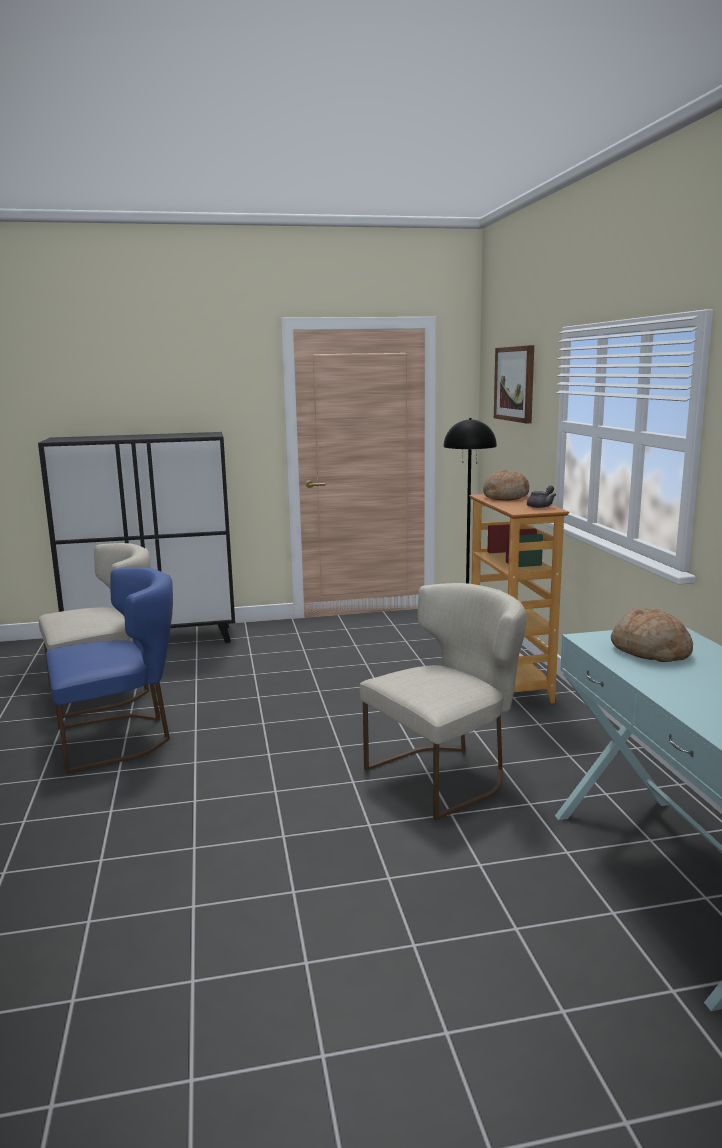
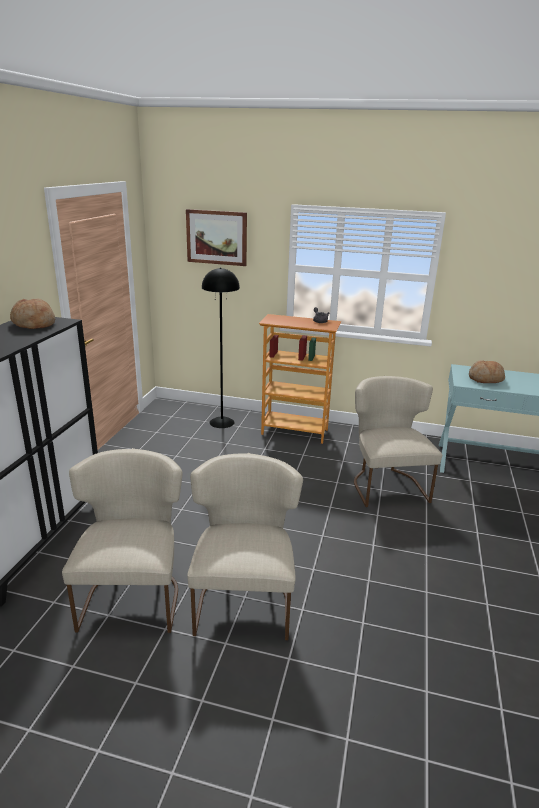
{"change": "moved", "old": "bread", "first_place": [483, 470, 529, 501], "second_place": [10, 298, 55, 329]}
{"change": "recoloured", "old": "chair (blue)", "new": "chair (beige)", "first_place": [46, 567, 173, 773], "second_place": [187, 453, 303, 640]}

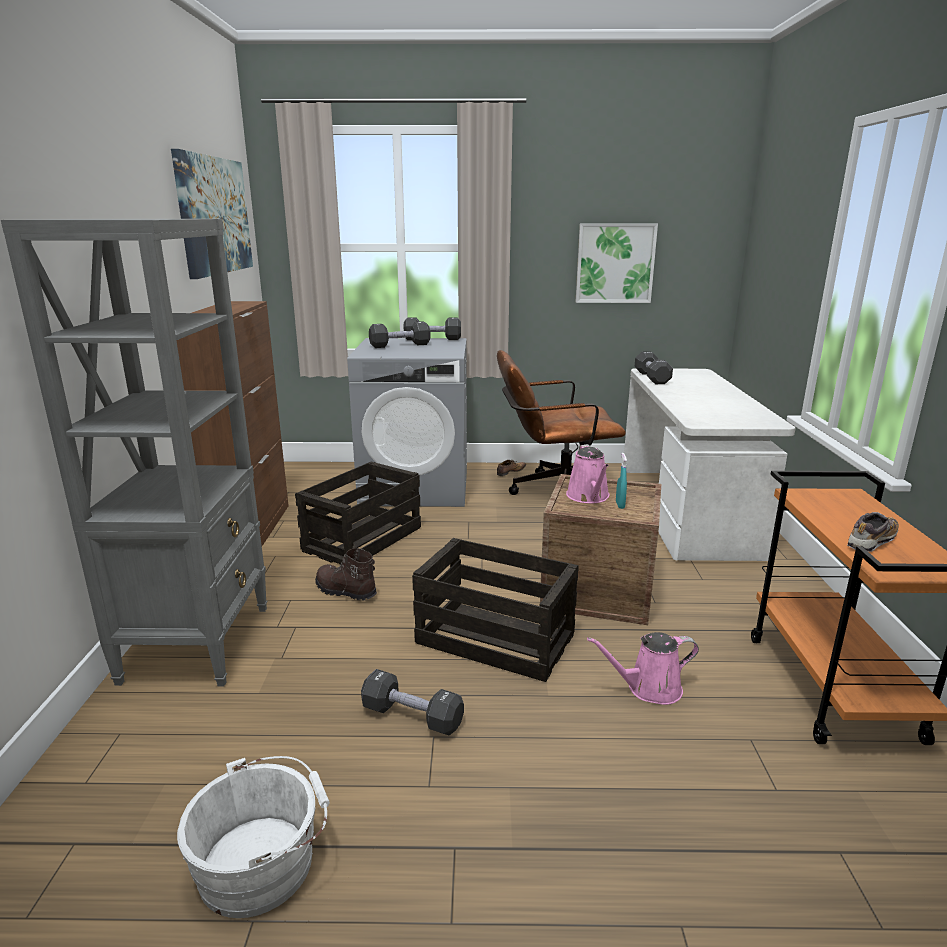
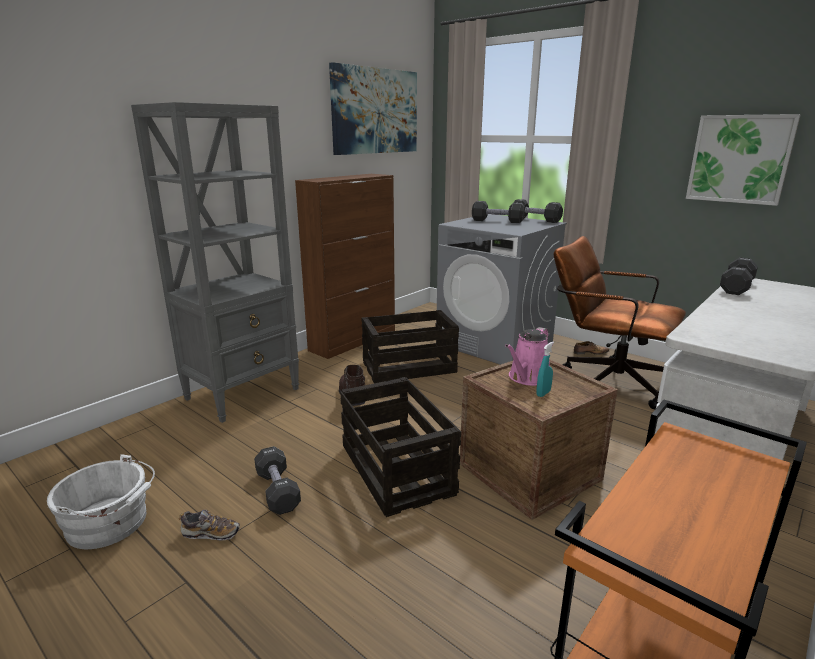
{"change": "moved", "old": "shoe", "first_place": [847, 512, 899, 552], "second_place": [179, 509, 240, 540]}
{"change": "removed", "old": "watering can (pink)", "first_place": [587, 632, 699, 705]}

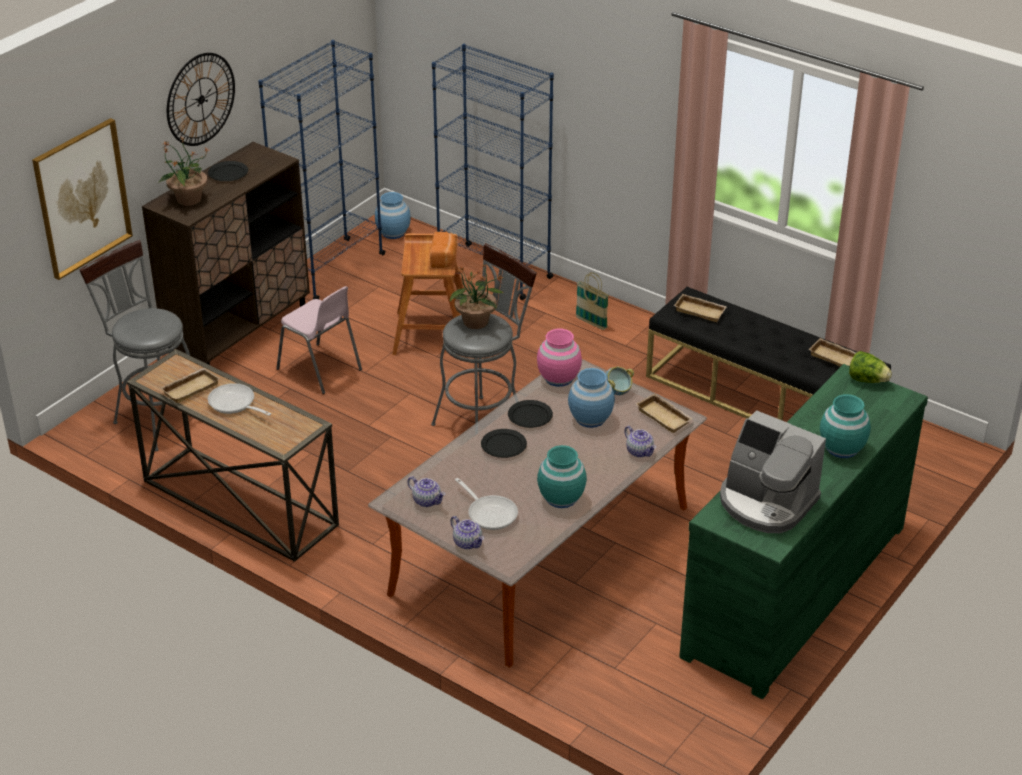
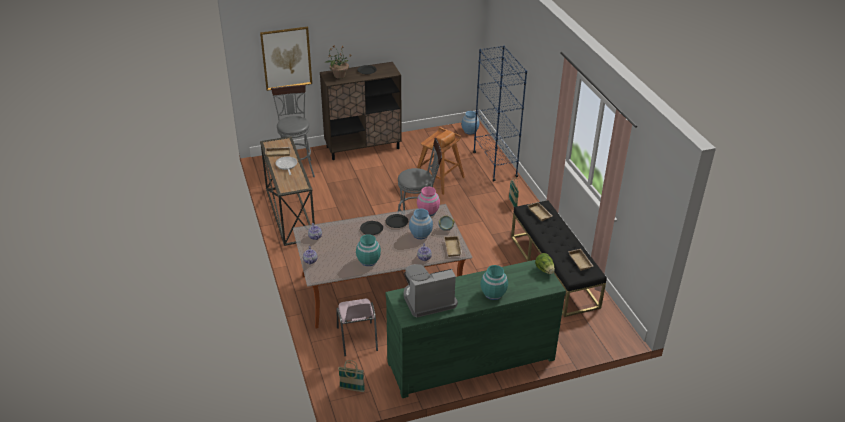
{"change": "removed", "old": "bookcase (blue)", "first_place": [258, 40, 386, 299]}
{"change": "removed", "old": "wall clock", "first_place": [167, 53, 235, 146]}
{"change": "removed", "old": "potted plant", "first_place": [450, 265, 503, 329]}
{"change": "moved", "old": "chair (pink)", "first_place": [276, 286, 362, 394], "second_place": [336, 299, 378, 356]}
{"change": "turned", "old": "coffee machine", "first_place": [720, 410, 826, 533], "second_place": [403, 264, 458, 317], "degrees": 90}
{"change": "removed", "old": "frying pan", "first_place": [455, 478, 518, 530]}
{"change": "added", "new": "basket", "second_place": [338, 360, 365, 392]}

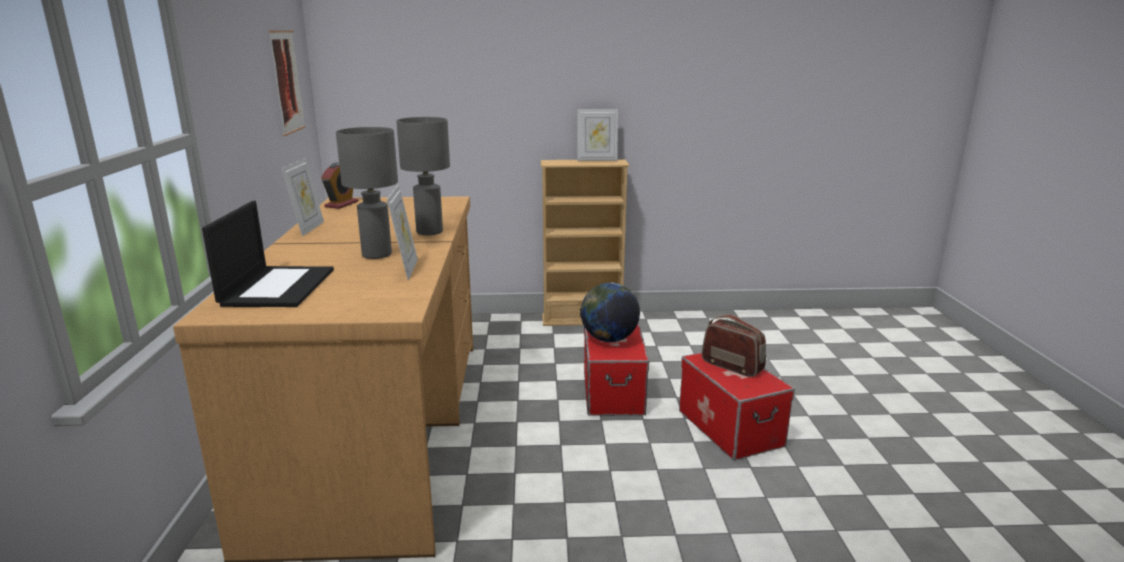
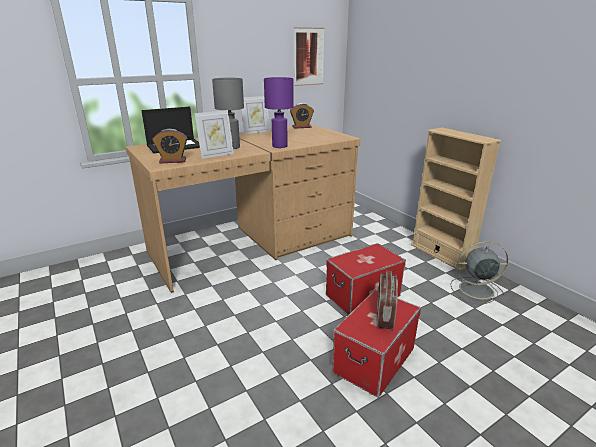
{"change": "removed", "old": "picture frame", "first_place": [577, 109, 618, 161]}
{"change": "recoloured", "old": "table lamp (grey)", "new": "table lamp (purple)", "first_place": [396, 117, 450, 235], "second_place": [264, 77, 294, 148]}
{"change": "removed", "old": "globe", "first_place": [581, 282, 640, 342]}
{"change": "added", "new": "alarm clock", "second_place": [152, 129, 187, 164]}
{"change": "added", "new": "fan (grey)", "second_place": [450, 241, 509, 304]}

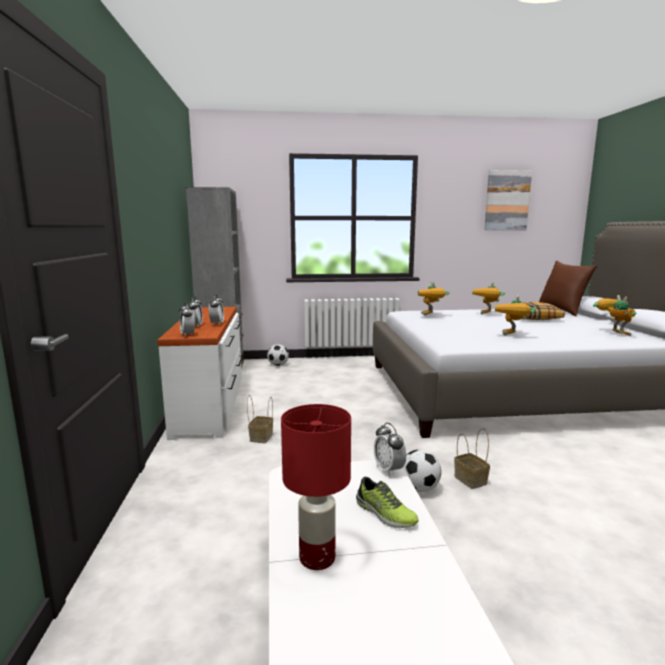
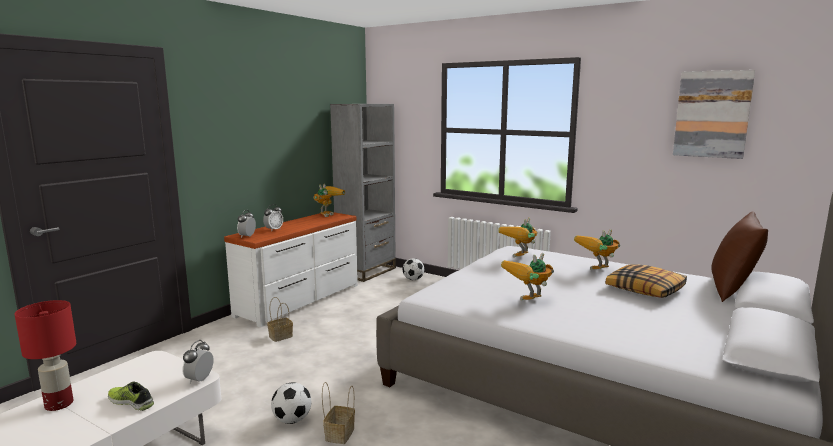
{"change": "removed", "old": "alarm clock", "first_place": [209, 294, 224, 325]}
{"change": "moved", "old": "toy robot", "first_place": [593, 295, 636, 336], "second_place": [313, 184, 345, 217]}
{"change": "turned", "old": "shoe", "first_place": [356, 477, 419, 528], "second_place": [108, 382, 154, 411], "degrees": 120}

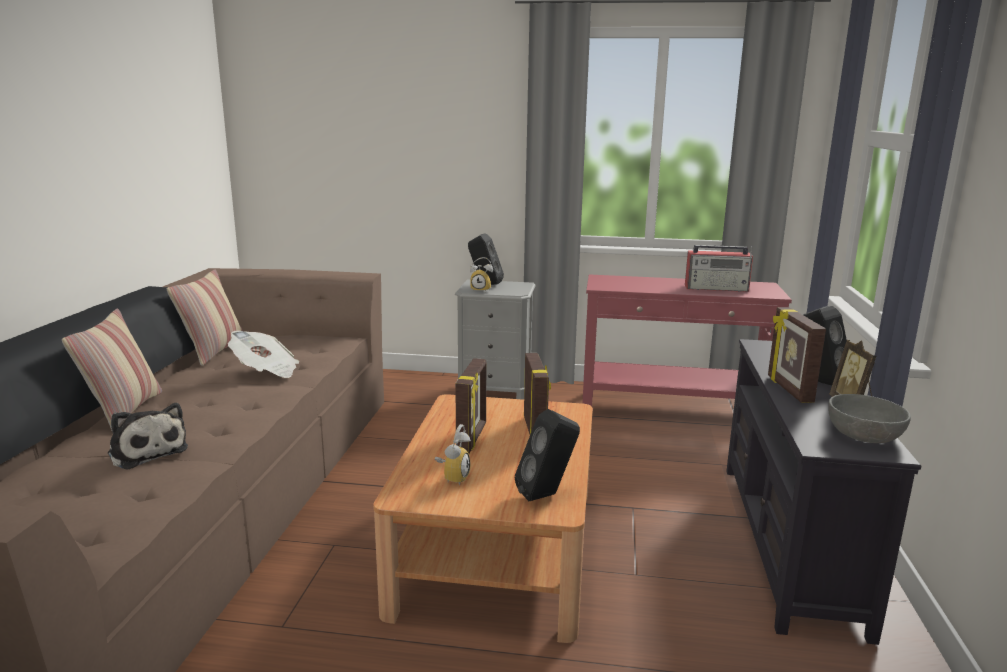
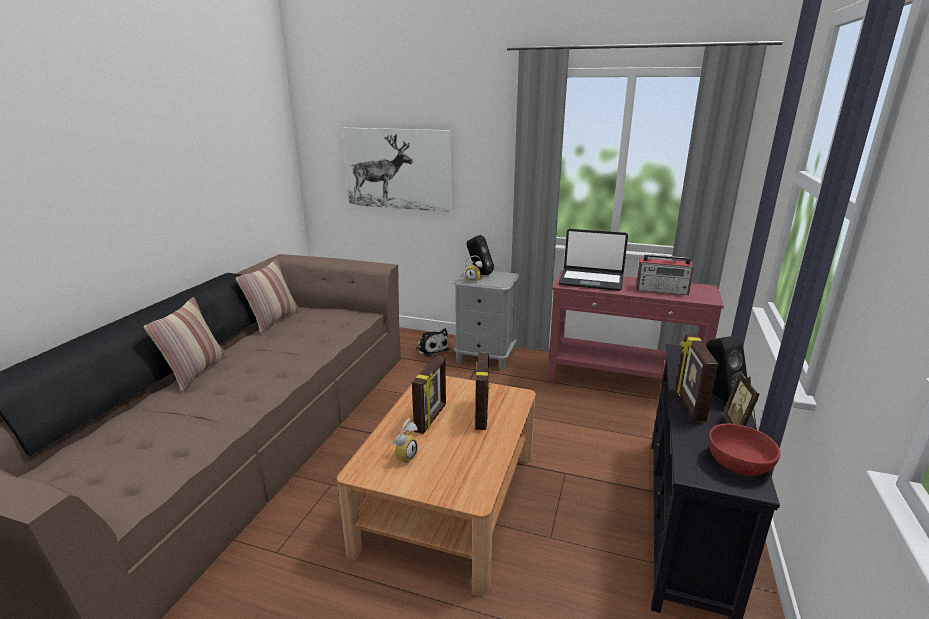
{"change": "removed", "old": "newspaper", "first_place": [228, 330, 299, 378]}
{"change": "recoloured", "old": "bowl (grey)", "new": "bowl (red)", "first_place": [828, 394, 911, 443], "second_place": [708, 424, 781, 476]}
{"change": "moved", "old": "plush toy", "first_place": [108, 403, 188, 470], "second_place": [416, 328, 449, 357]}
{"change": "removed", "old": "speaker (black)", "first_place": [515, 409, 580, 501]}
{"change": "added", "new": "picture", "second_place": [342, 128, 452, 212]}
{"change": "added", "new": "laptop", "second_place": [559, 229, 628, 291]}

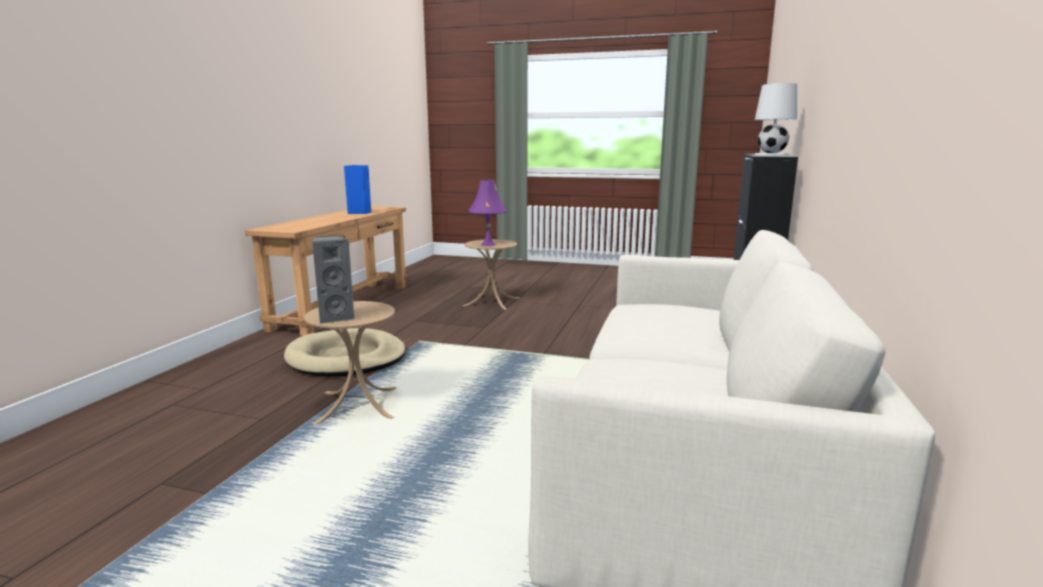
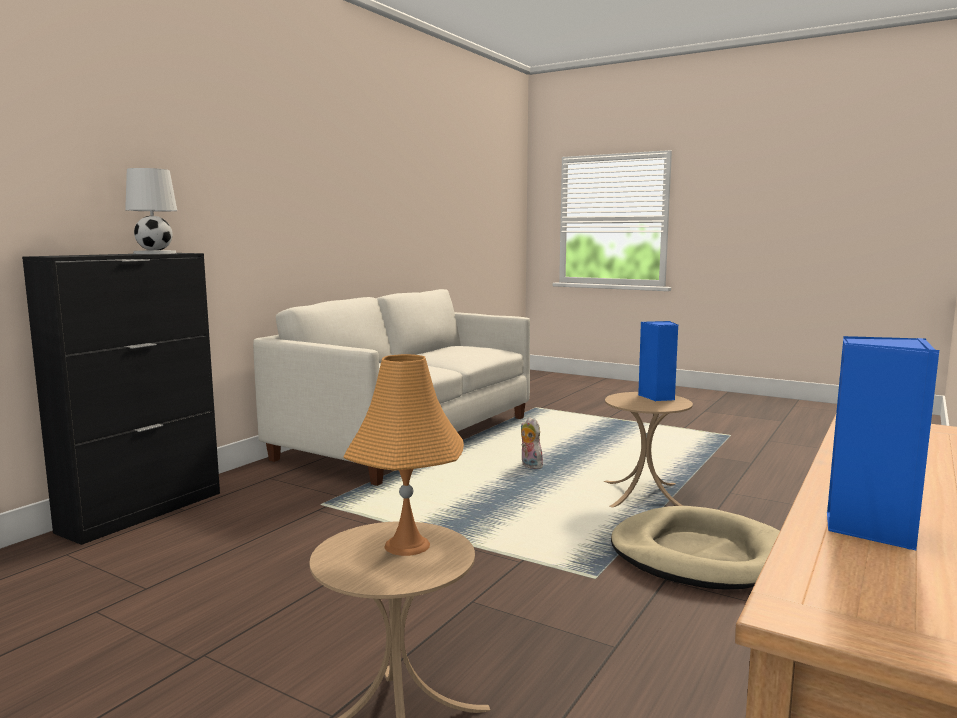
{"change": "recoloured", "old": "table lamp (purple)", "new": "table lamp (orange)", "first_place": [469, 180, 507, 246], "second_place": [343, 354, 464, 556]}
{"change": "recoloured", "old": "speaker (grey)", "new": "speaker (blue)", "first_place": [312, 235, 355, 324], "second_place": [638, 321, 678, 401]}
{"change": "added", "new": "plush toy", "second_place": [521, 417, 543, 469]}

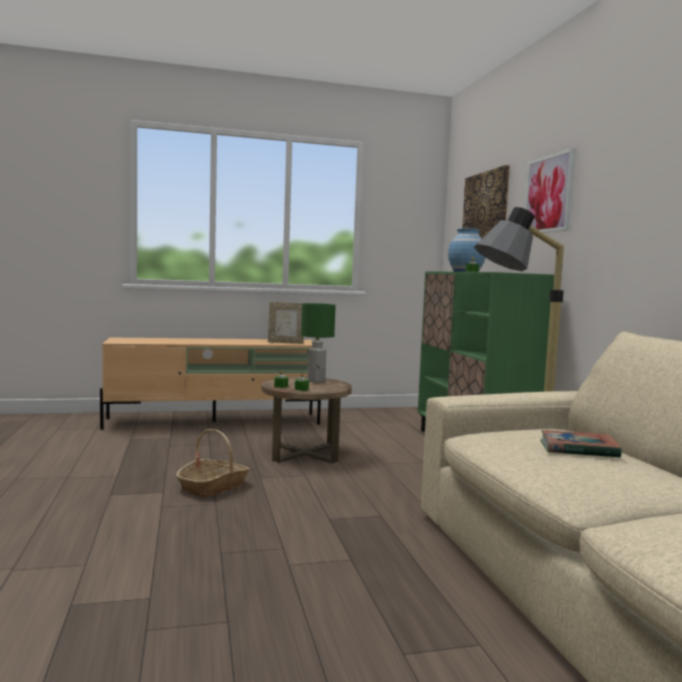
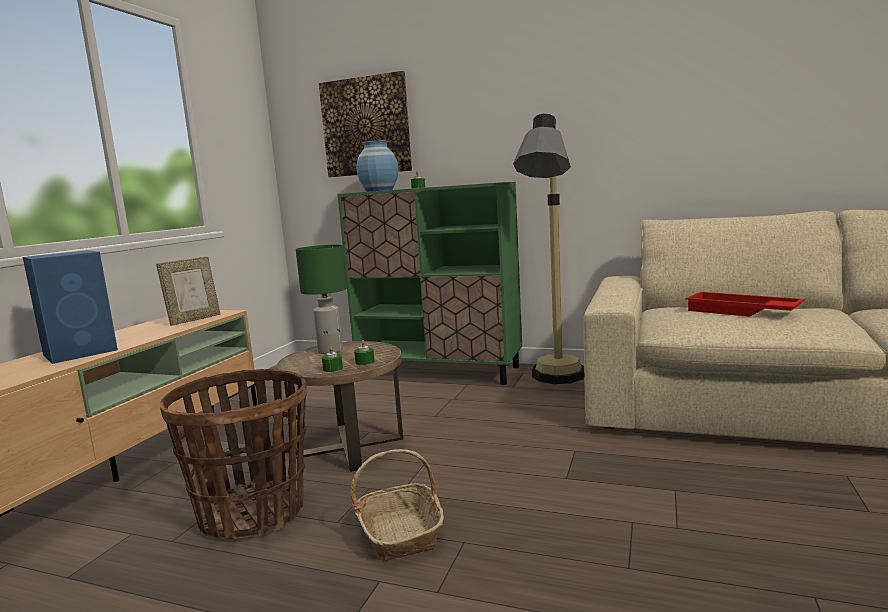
{"change": "removed", "old": "picture", "first_place": [525, 148, 576, 233]}
{"change": "replaced", "old": "book", "new": "tray (red)", "first_place": [540, 430, 622, 458], "second_place": [686, 292, 805, 317]}
{"change": "added", "new": "speaker (blue)", "second_place": [23, 250, 118, 364]}
{"change": "added", "new": "basket", "second_place": [160, 369, 307, 539]}

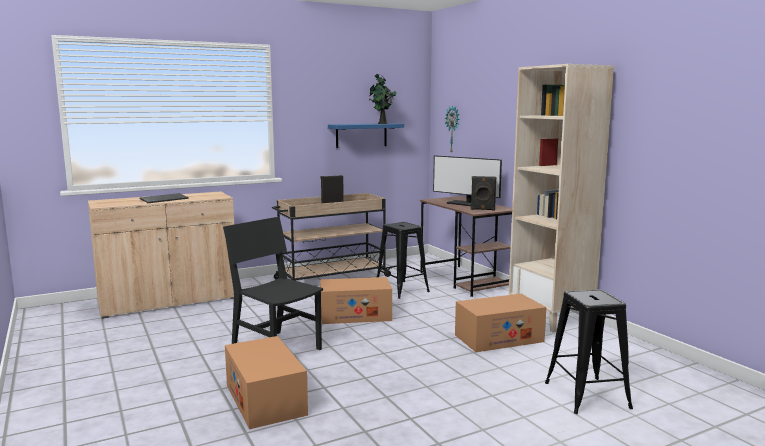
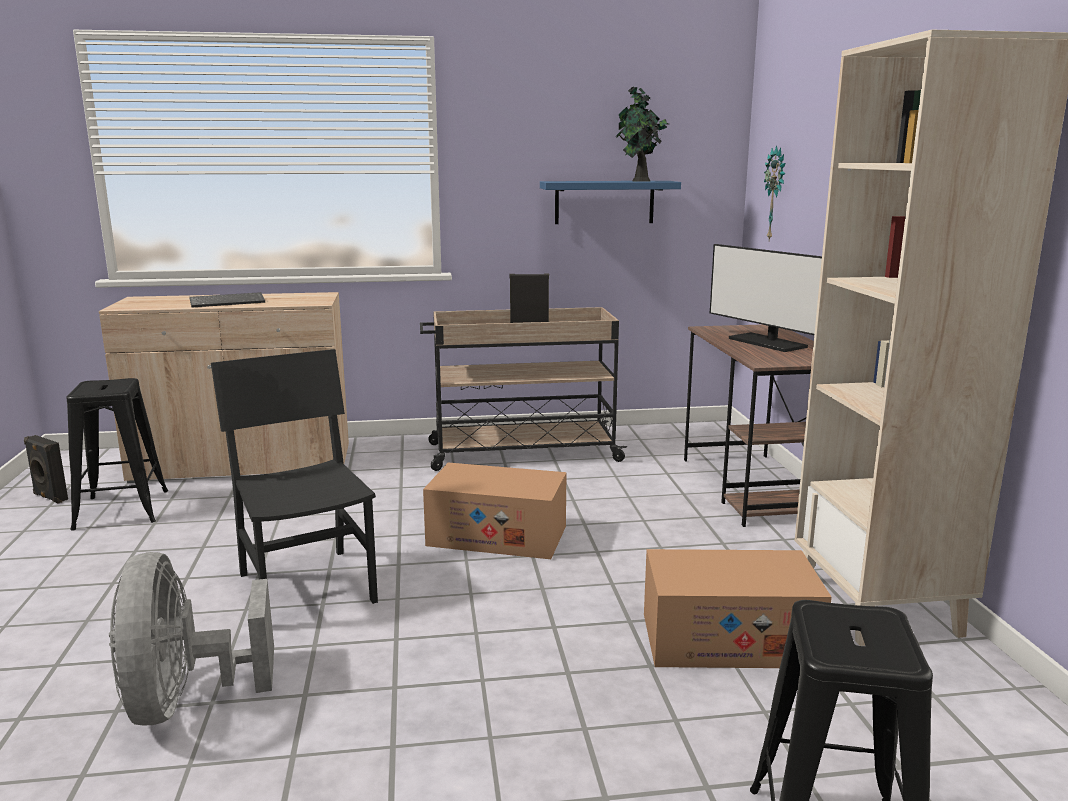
{"change": "moved", "old": "speaker (black)", "first_place": [471, 176, 496, 211], "second_place": [24, 435, 68, 504]}
{"change": "moved", "old": "stool (black)", "first_place": [377, 222, 430, 299], "second_place": [66, 378, 168, 531]}
{"change": "replaced", "old": "cardboard box", "new": "fan (grey)", "first_place": [225, 336, 308, 429], "second_place": [109, 552, 274, 725]}

